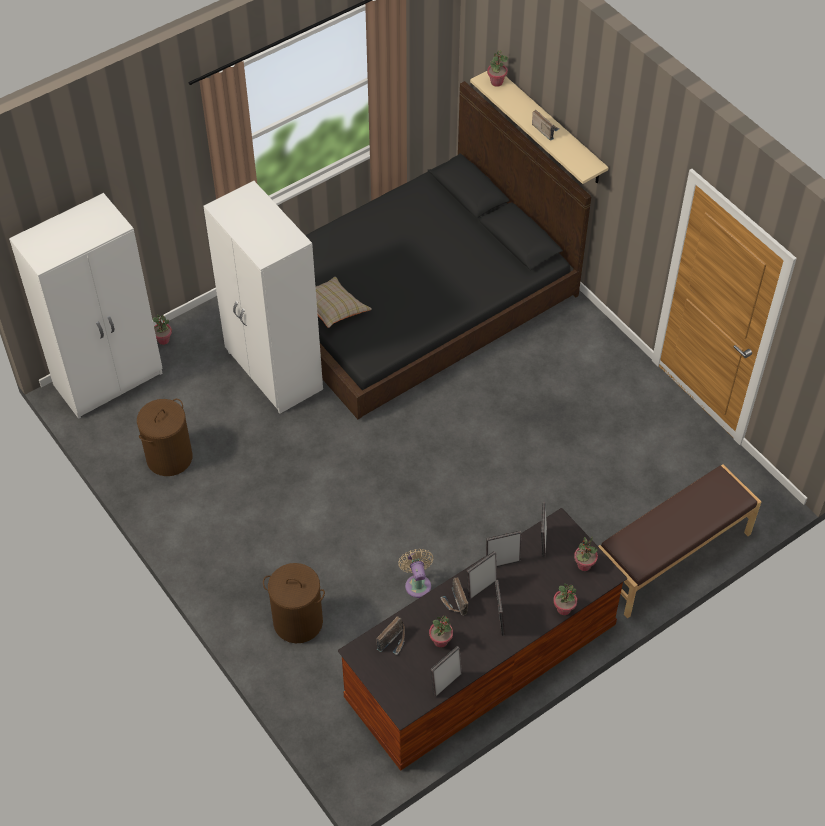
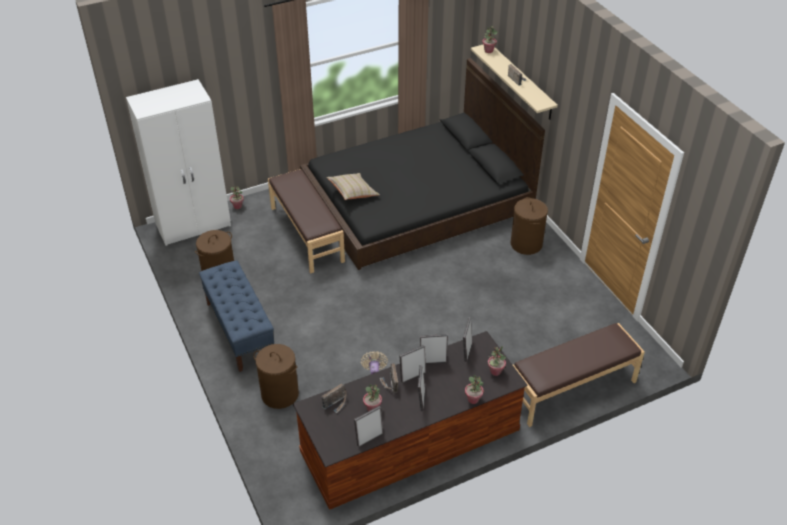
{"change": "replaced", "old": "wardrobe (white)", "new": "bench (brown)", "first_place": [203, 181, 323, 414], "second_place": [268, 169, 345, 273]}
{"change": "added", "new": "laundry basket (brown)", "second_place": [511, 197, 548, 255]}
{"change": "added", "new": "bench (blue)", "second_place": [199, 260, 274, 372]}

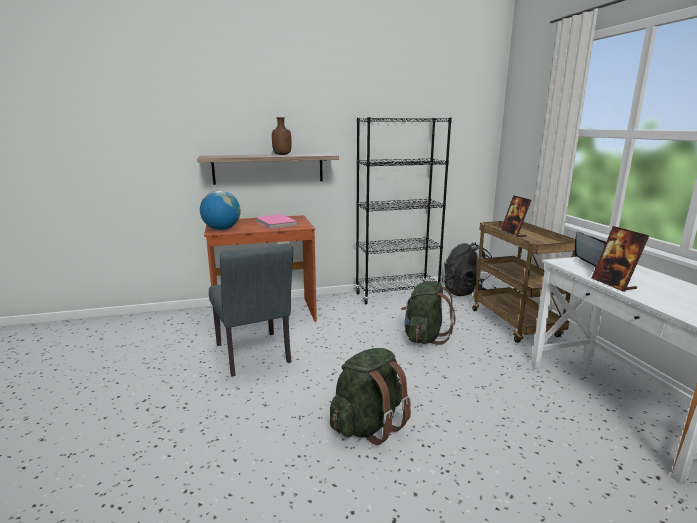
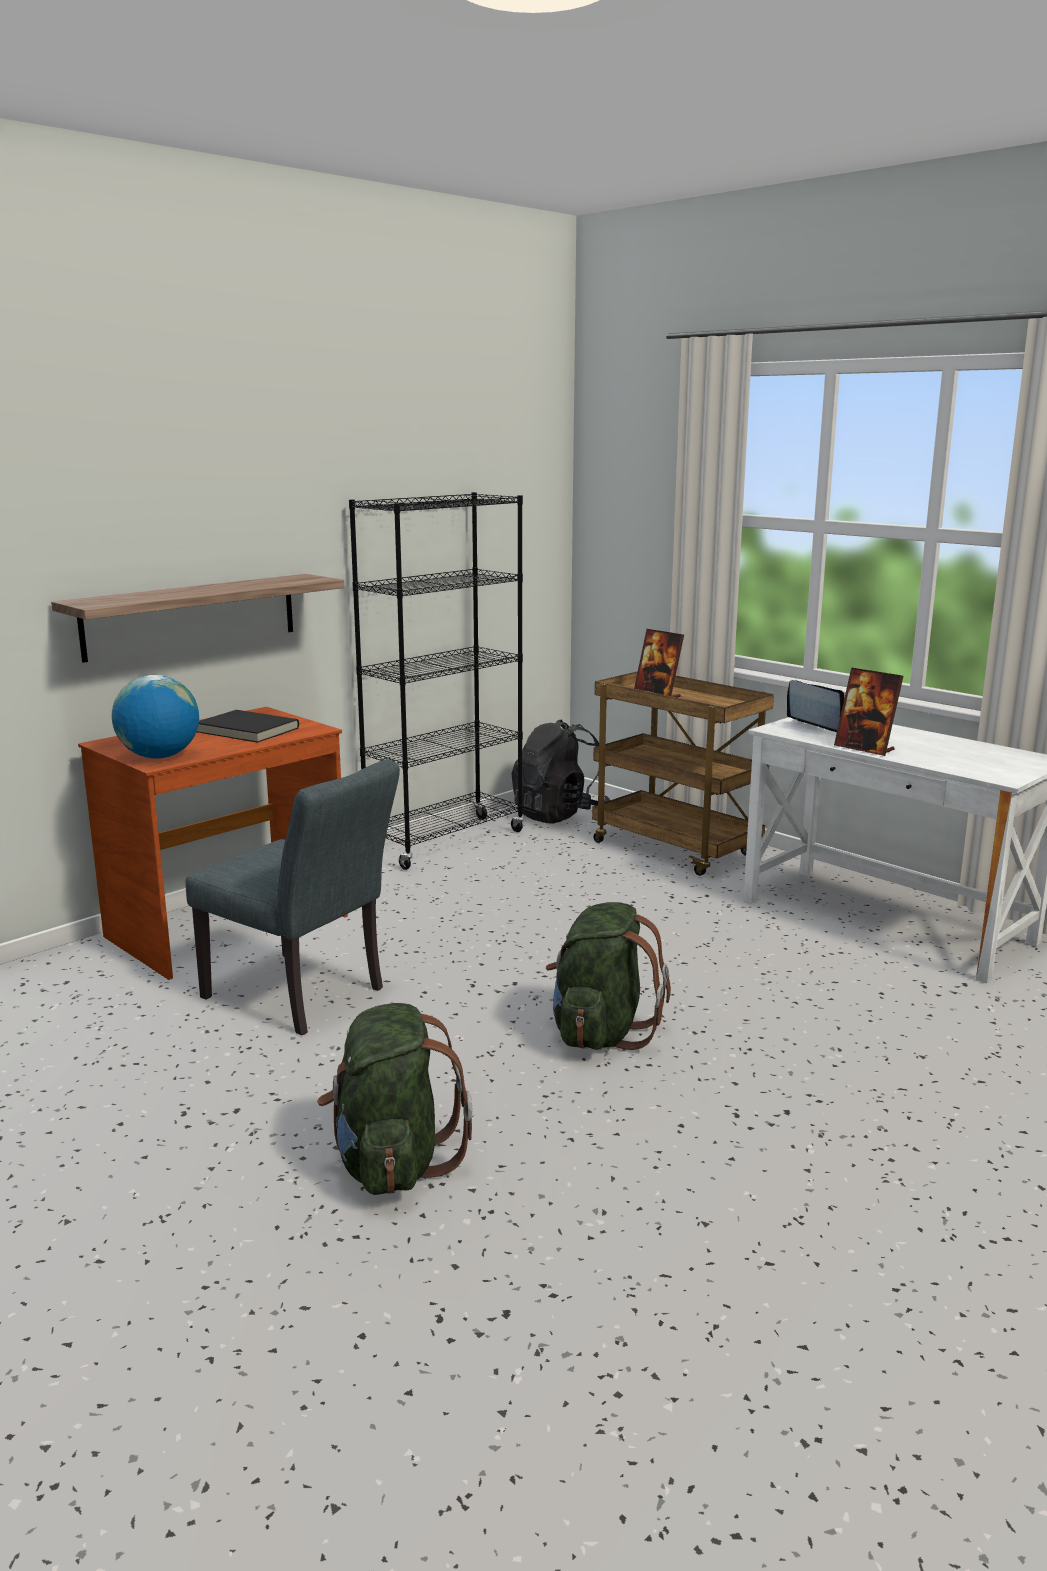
{"change": "removed", "old": "bottle (brown)", "first_place": [272, 117, 291, 155]}
{"change": "recoloured", "old": "book (pink)", "new": "book (black)", "first_place": [256, 214, 298, 229], "second_place": [197, 710, 299, 743]}
{"change": "moved", "old": "backpack (green)", "first_place": [401, 281, 456, 345], "second_place": [317, 1003, 473, 1195]}

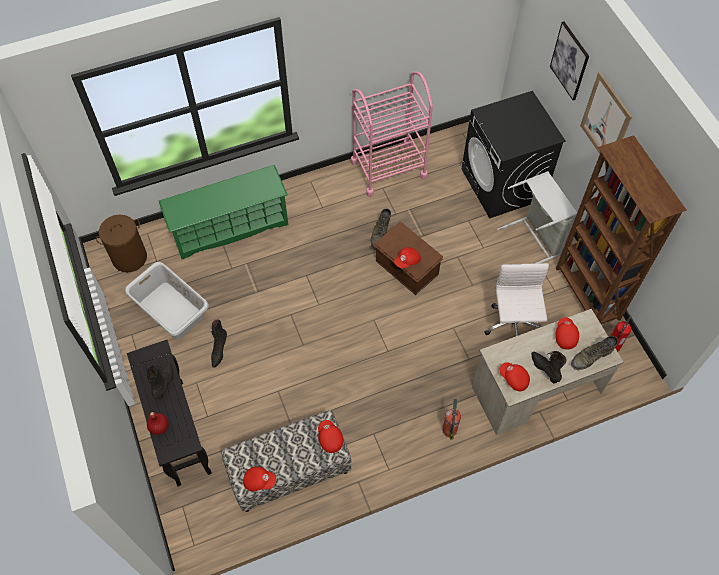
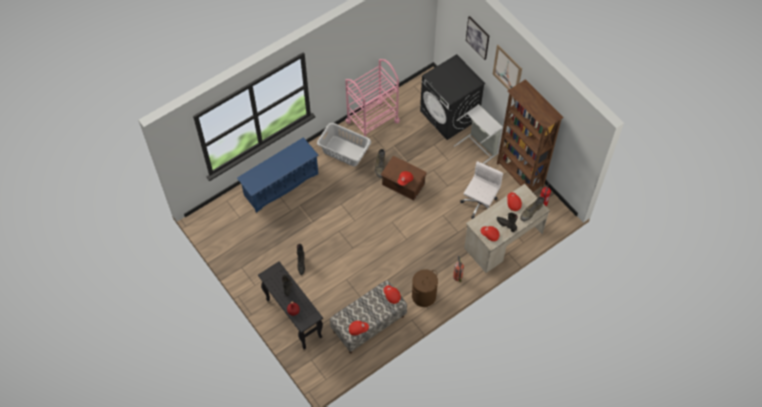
{"change": "recoloured", "old": "shoe rack (green)", "new": "shoe rack (blue)", "first_place": [159, 165, 288, 259], "second_place": [237, 137, 318, 213]}
{"change": "moved", "old": "laundry basket (brown)", "first_place": [96, 215, 147, 272], "second_place": [412, 269, 438, 307]}
{"change": "moved", "old": "laundry basket (grey)", "first_place": [125, 262, 209, 339], "second_place": [317, 123, 371, 167]}
{"change": "turned", "old": "office chair (white)", "first_place": [484, 263, 549, 337], "second_place": [460, 161, 503, 219], "degrees": 45}

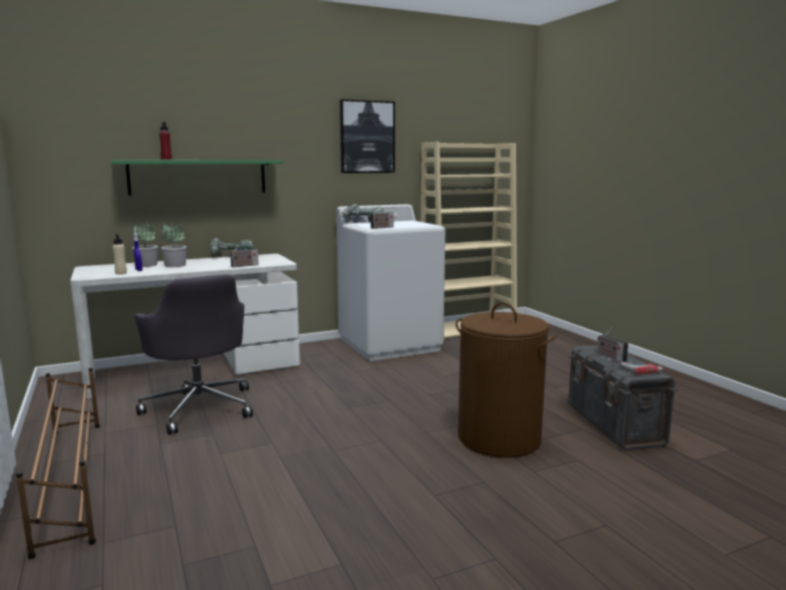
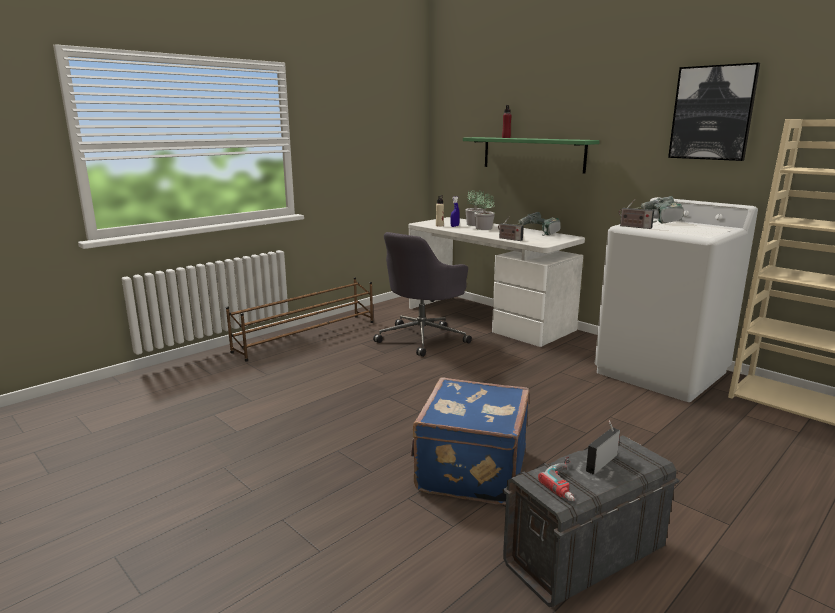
{"change": "replaced", "old": "laundry basket (brown)", "new": "suitcase (blue)", "first_place": [456, 302, 558, 458], "second_place": [411, 377, 529, 505]}

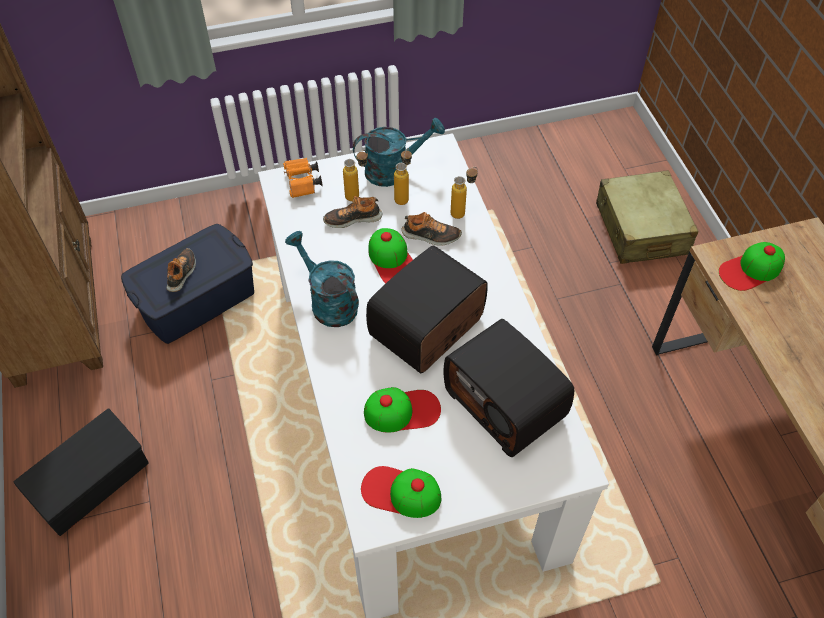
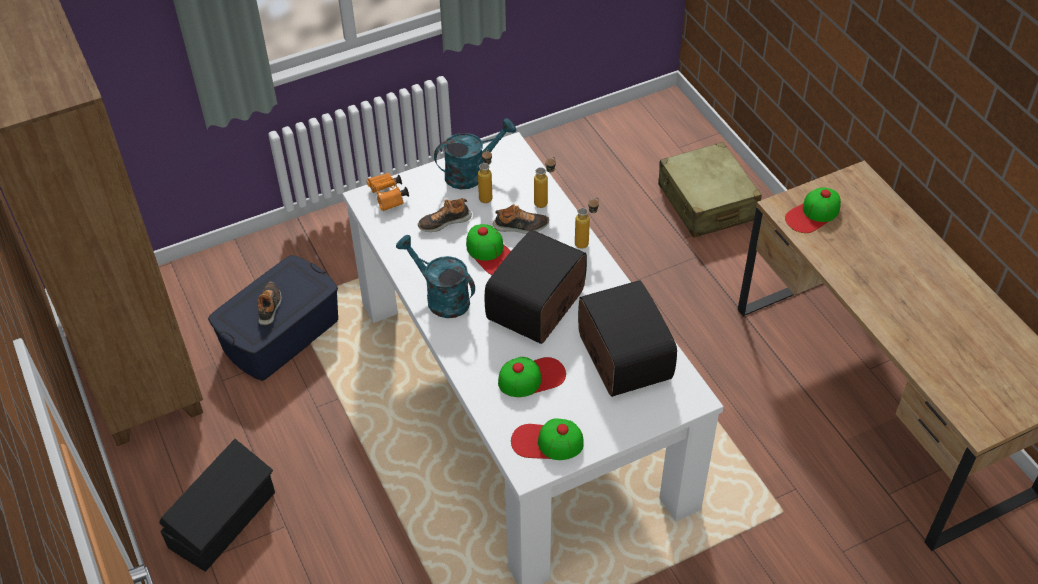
{"change": "moved", "old": "bottle", "first_place": [343, 150, 368, 201], "second_place": [575, 198, 599, 249]}
{"change": "turned", "old": "radio", "first_place": [444, 319, 574, 457], "second_place": [578, 280, 677, 397], "degrees": -150}

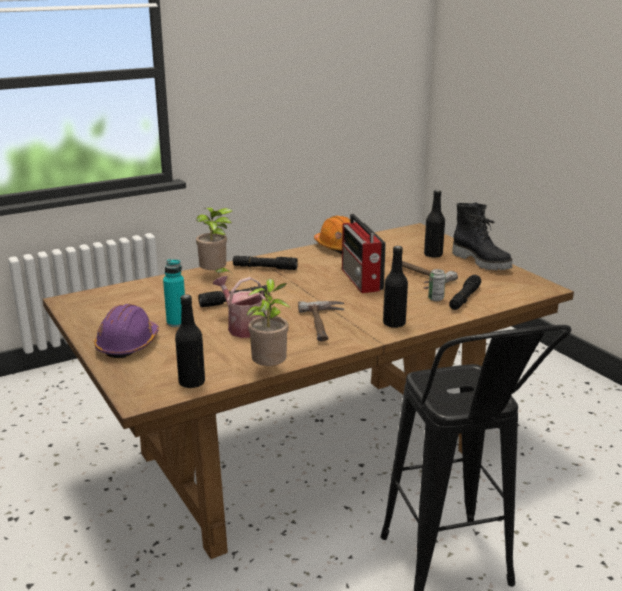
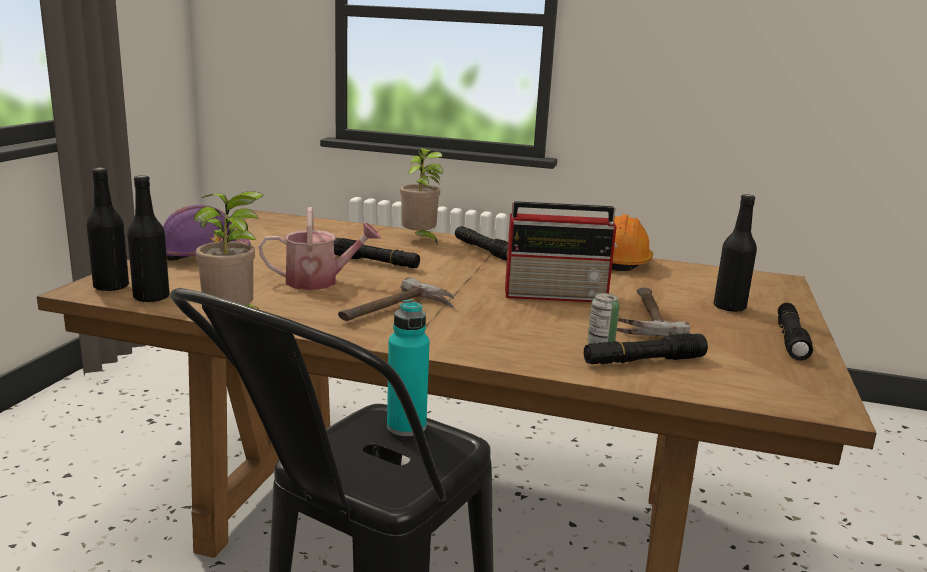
{"change": "replaced", "old": "boot (black)", "new": "flashlight (black)", "first_place": [452, 202, 512, 270], "second_place": [778, 303, 813, 361]}
{"change": "turned", "old": "radio", "first_place": [342, 214, 386, 293], "second_place": [505, 201, 618, 302], "degrees": -120}
{"change": "moved", "old": "bottle (black)", "first_place": [383, 246, 408, 328], "second_place": [86, 168, 129, 292]}
{"change": "moved", "old": "bottle (turquoise)", "first_place": [163, 259, 185, 327], "second_place": [387, 300, 430, 436]}
{"change": "turned", "old": "watering can", "first_place": [213, 276, 270, 338], "second_place": [259, 207, 381, 290], "degrees": 75}

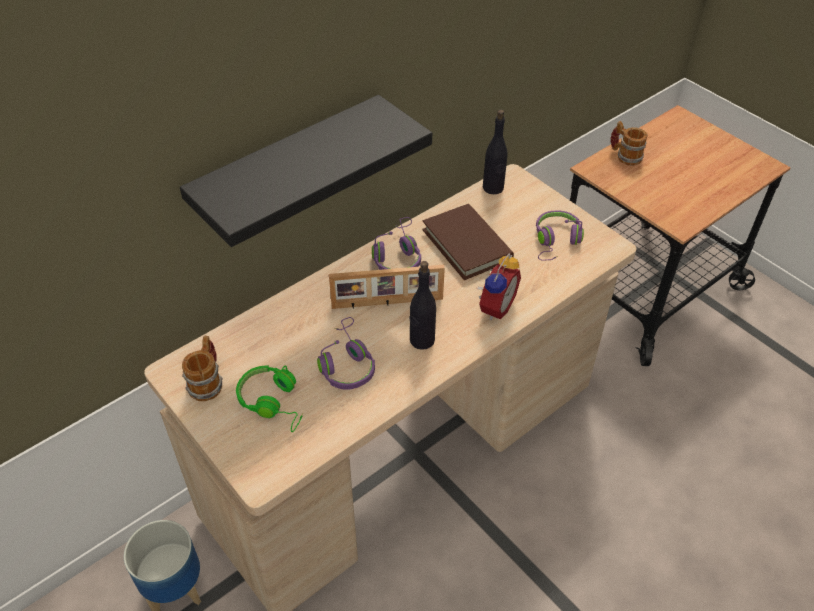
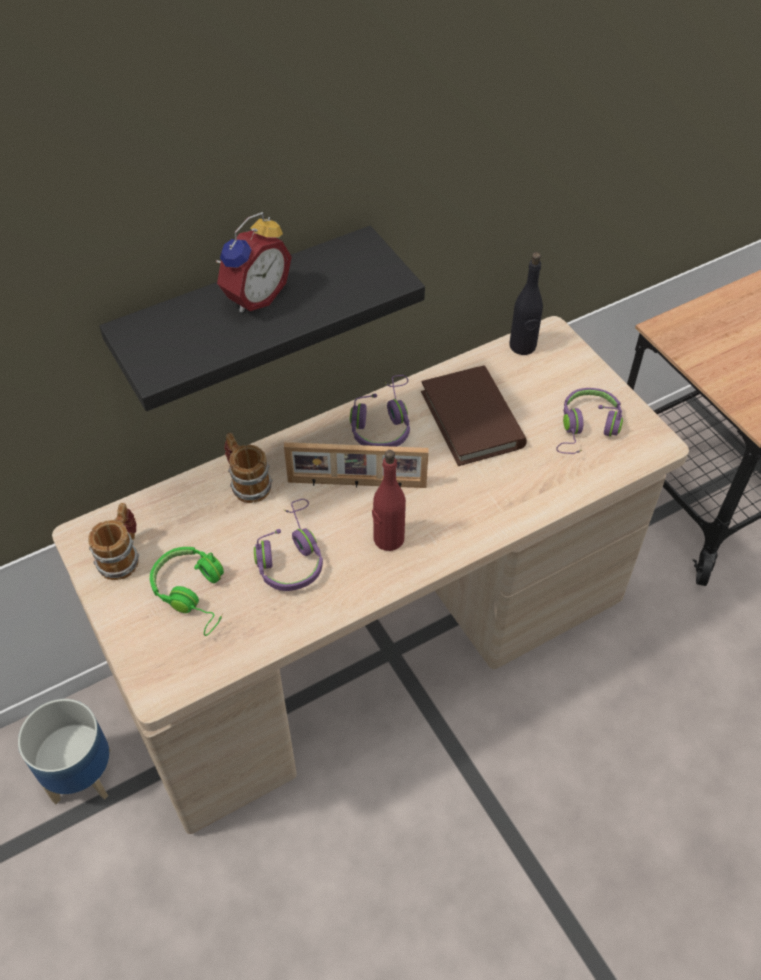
{"change": "moved", "old": "mug", "first_place": [610, 121, 648, 166], "second_place": [224, 433, 273, 503]}
{"change": "moved", "old": "alarm clock", "first_place": [477, 253, 521, 320], "second_place": [216, 212, 292, 313]}
{"change": "recoloured", "old": "bottle (black)", "new": "bottle (red)", "first_place": [409, 261, 436, 350], "second_place": [372, 450, 406, 551]}

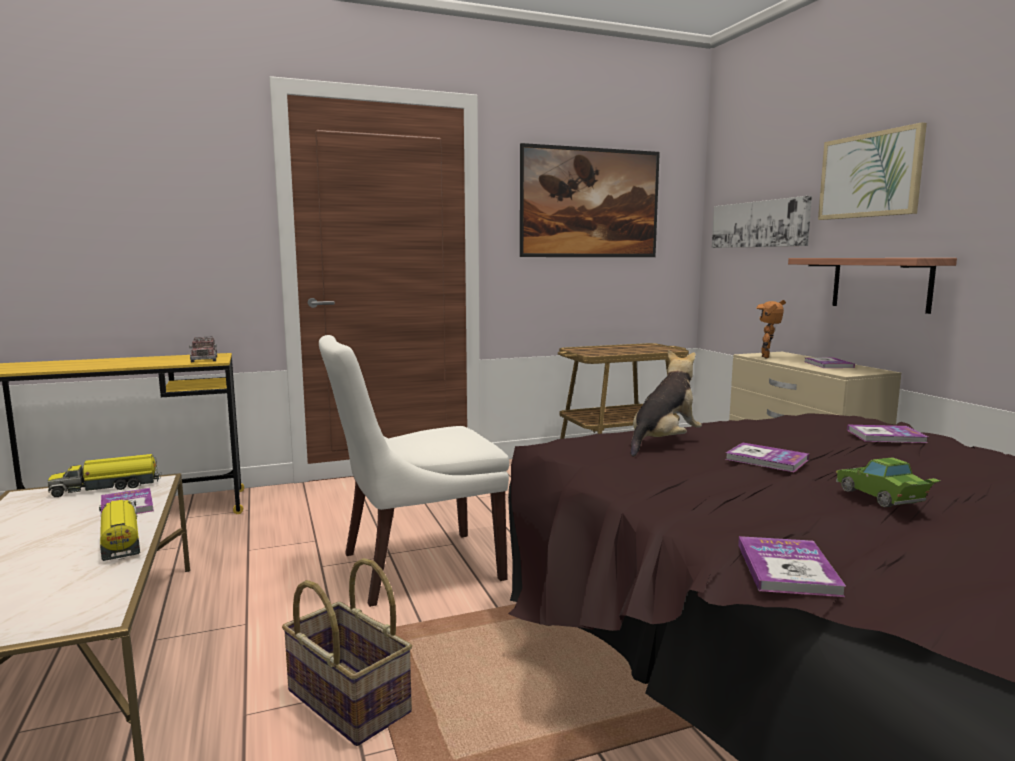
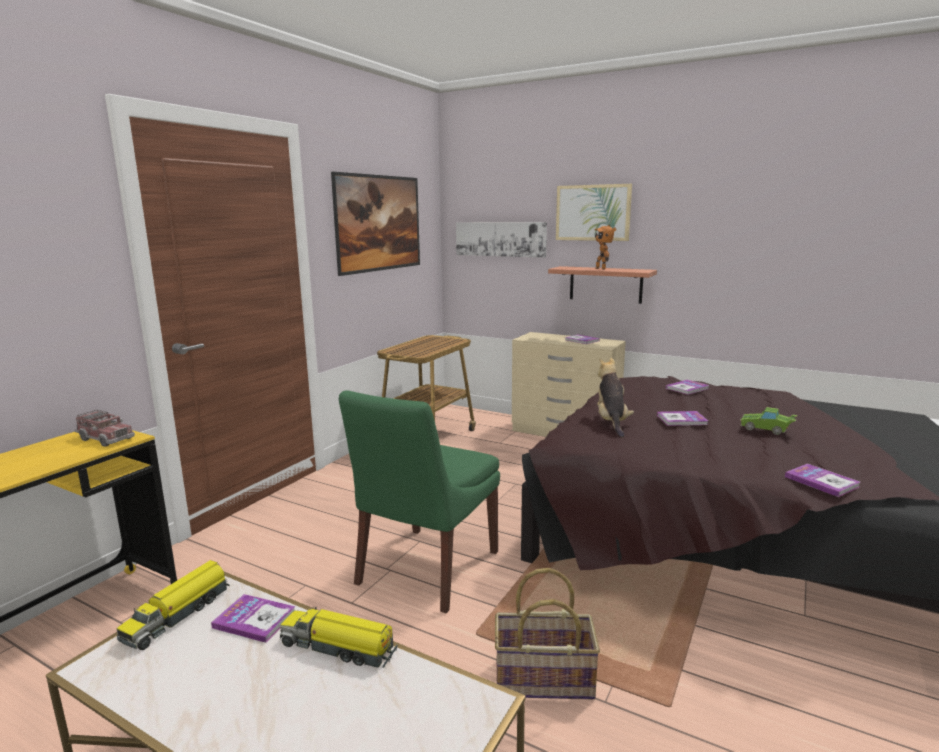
{"change": "moved", "old": "toy robot", "first_place": [756, 300, 786, 359], "second_place": [595, 225, 616, 270]}
{"change": "recoloured", "old": "chair (white)", "new": "chair (green)", "first_place": [319, 335, 509, 607], "second_place": [339, 390, 500, 613]}

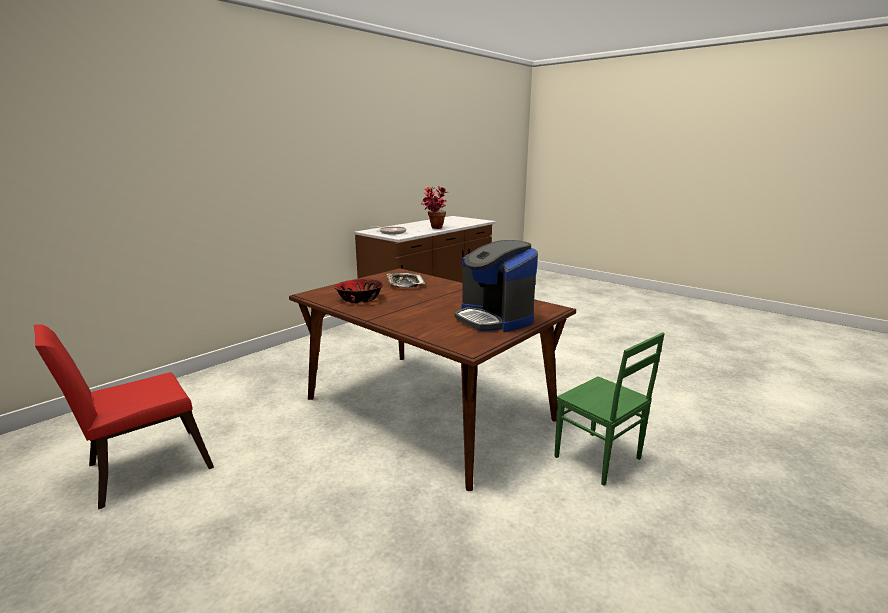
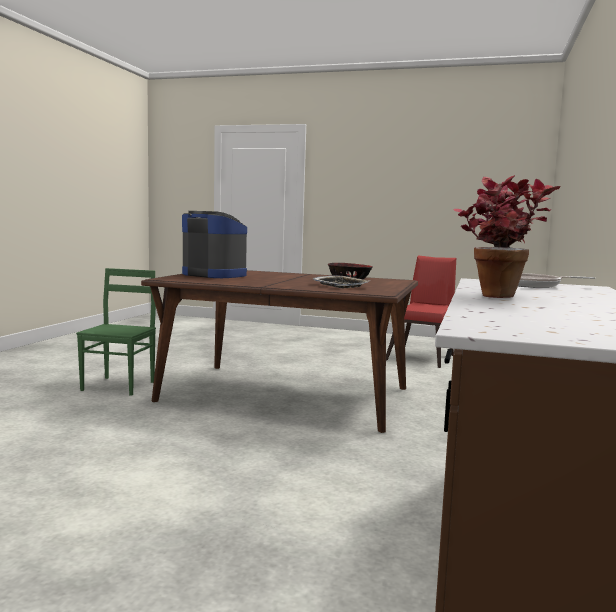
{"change": "turned", "old": "chair (green)", "first_place": [554, 332, 665, 485], "second_place": [76, 268, 156, 396], "degrees": 75}

